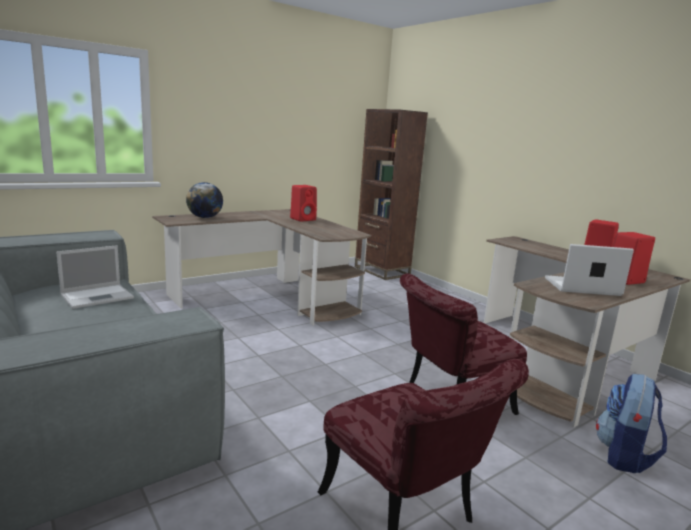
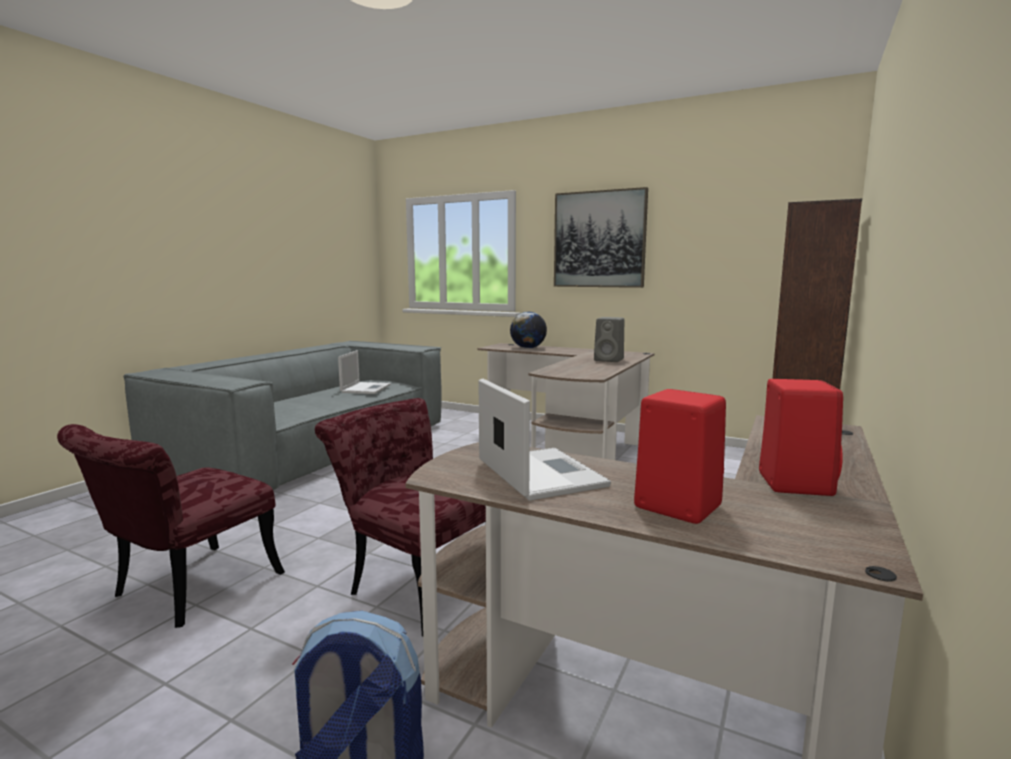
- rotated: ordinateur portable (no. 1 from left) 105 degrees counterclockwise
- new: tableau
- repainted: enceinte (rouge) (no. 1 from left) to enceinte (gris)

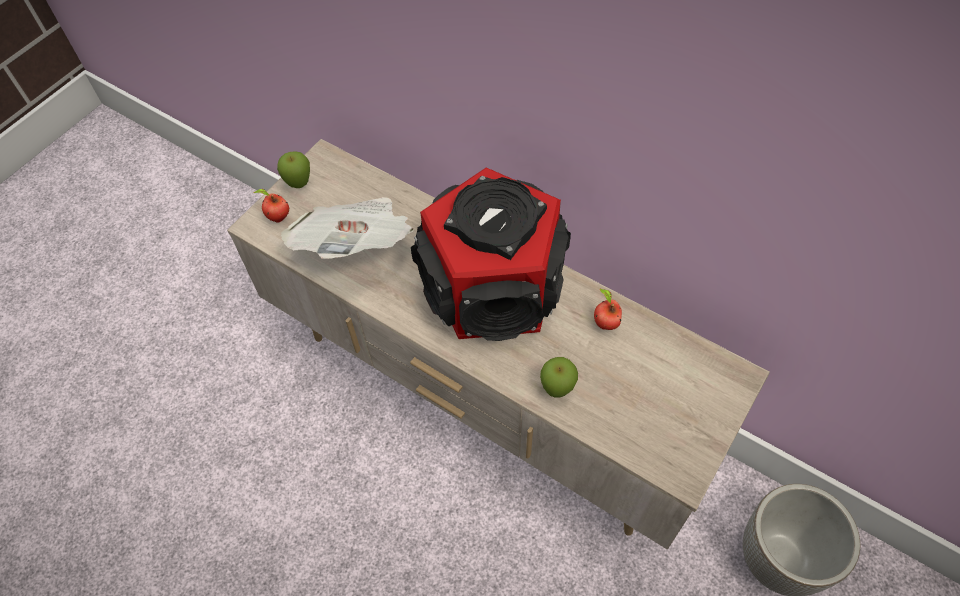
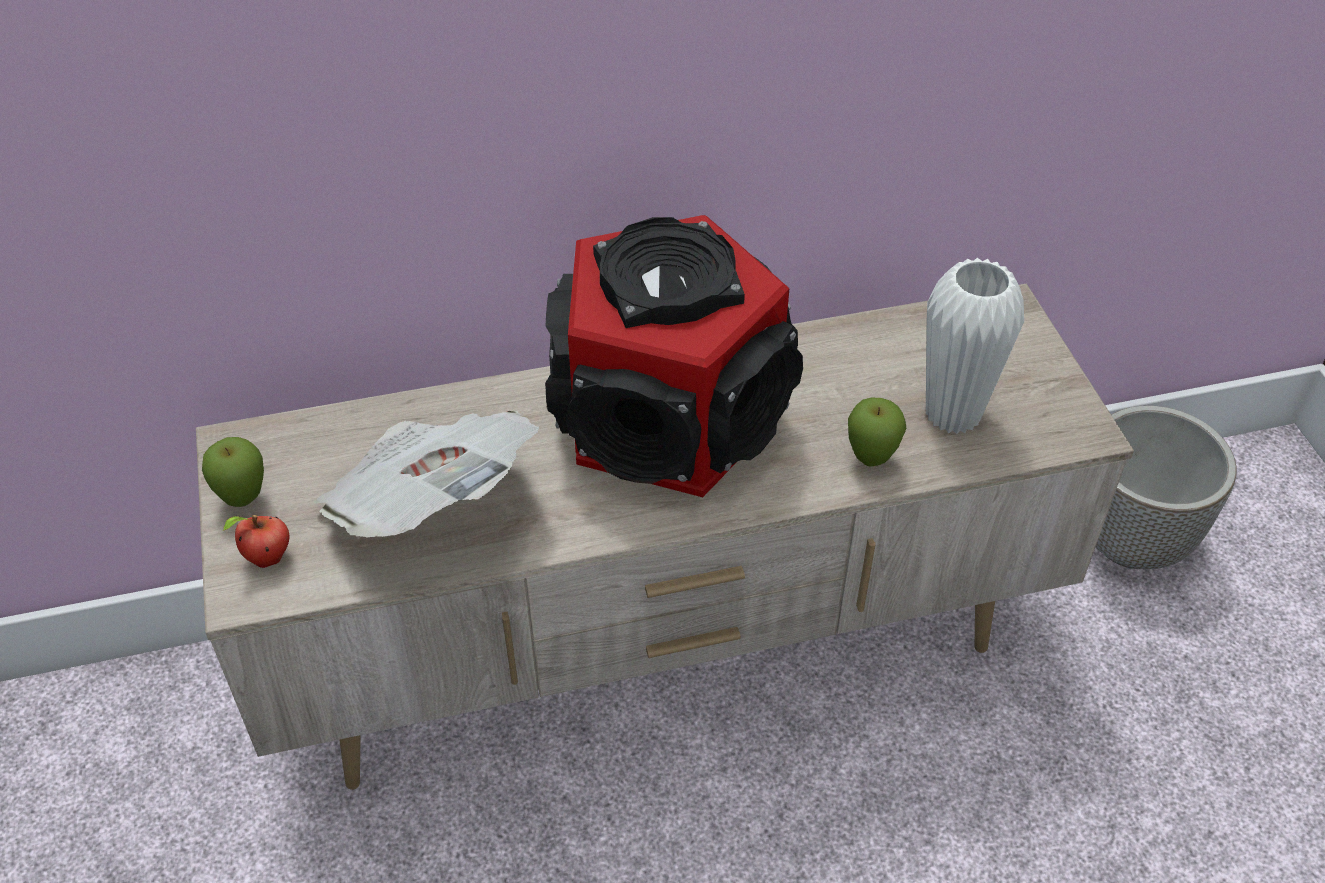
- new: vase (blanc)
- gone: pomme (no. 4 from left)

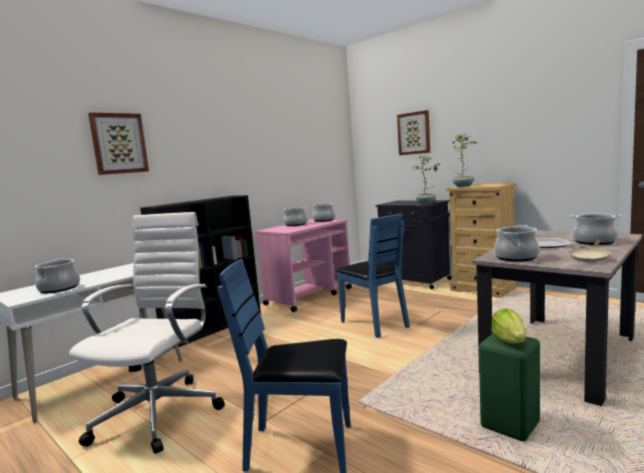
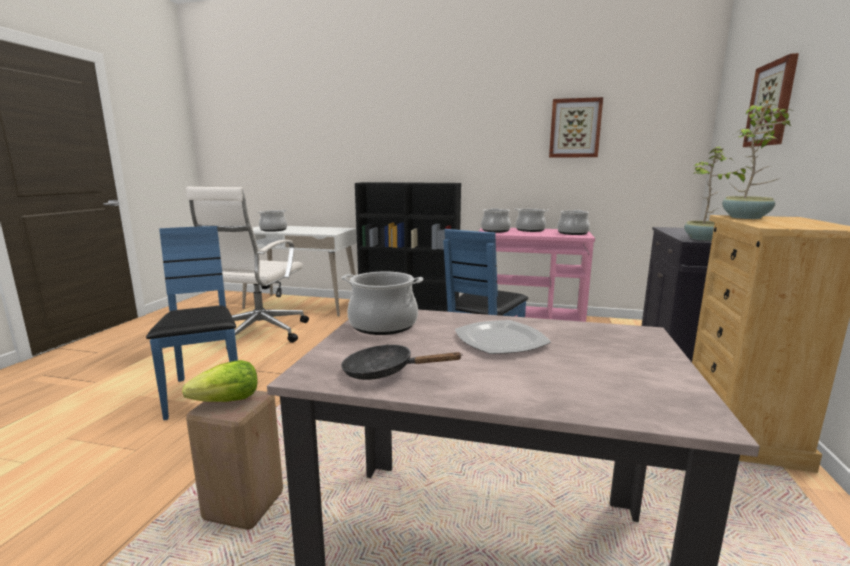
- rotated: chaise de bureau (blanc) 120 degrees clockwise
- repainted: tabouret (vert) to tabouret (beige)
- repainted: poêle (beige) to poêle (noir)
- shifted: marmite (no. 5 from left in the first image) to marmite (no. 3 from left)
- shifted: tableau (no. 1 from left)

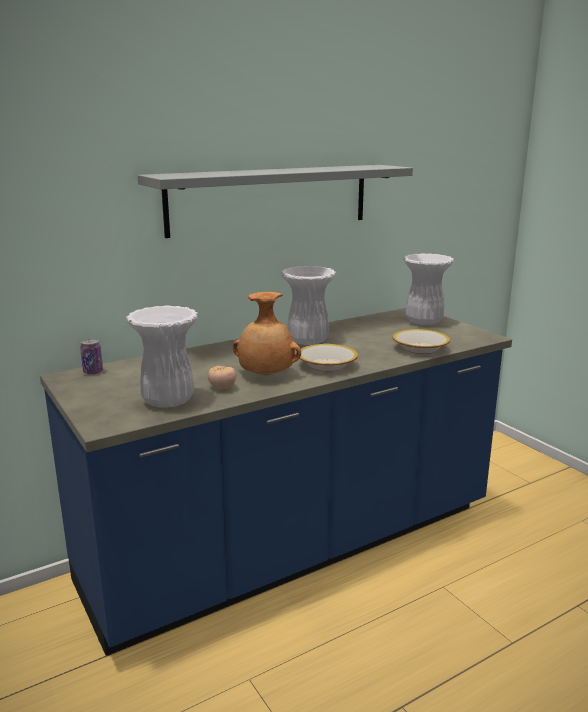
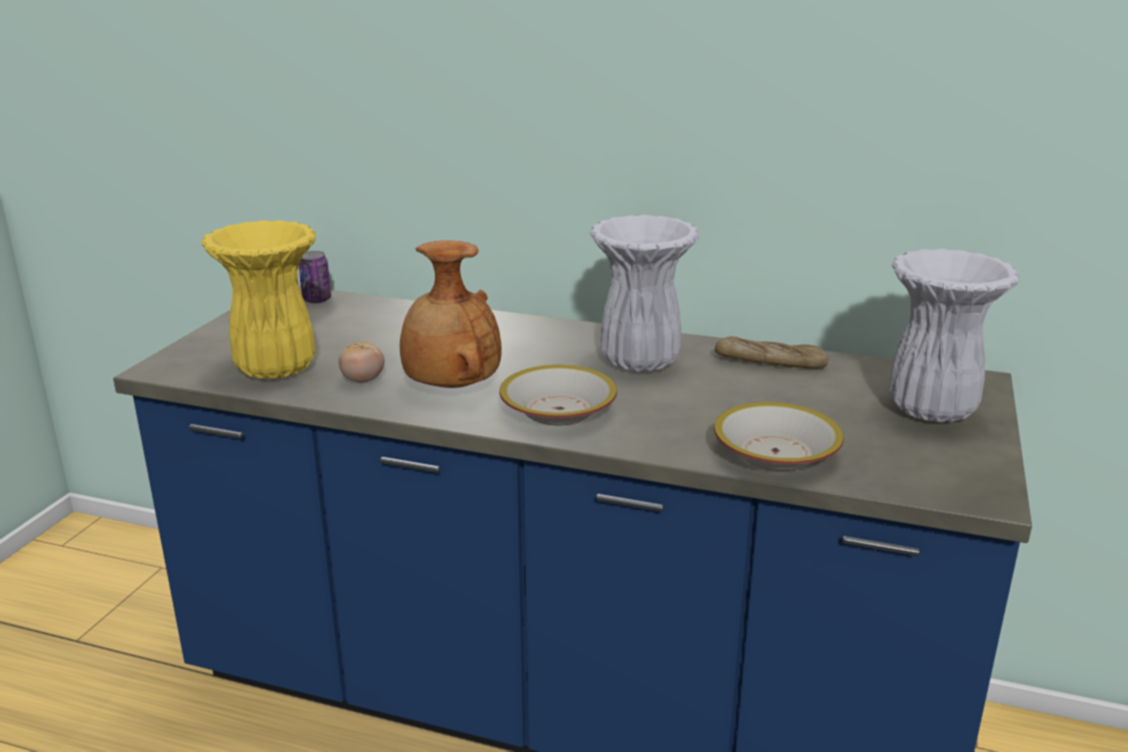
- repainted: vase (blanc) (no. 1 from left) to vase (jaune)
- new: pain
- gone: étagère (gris)

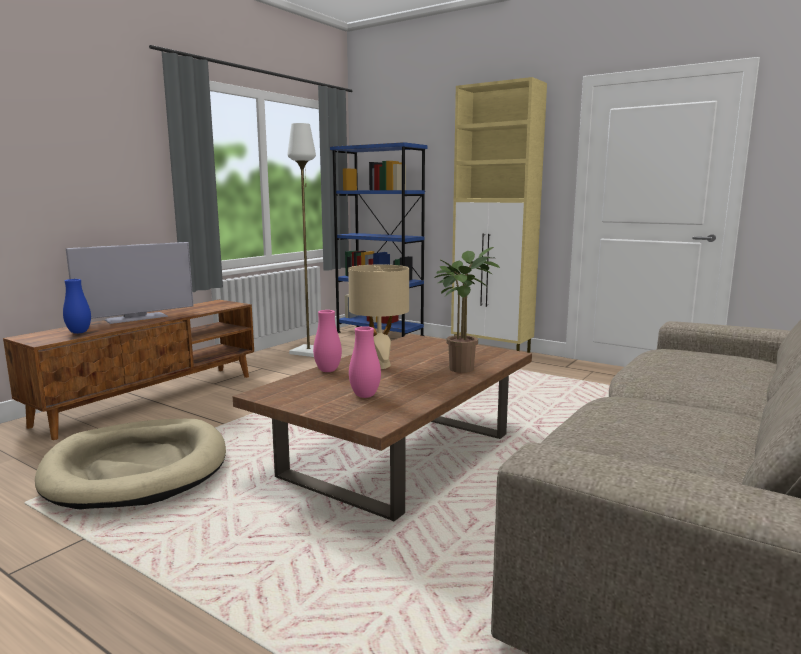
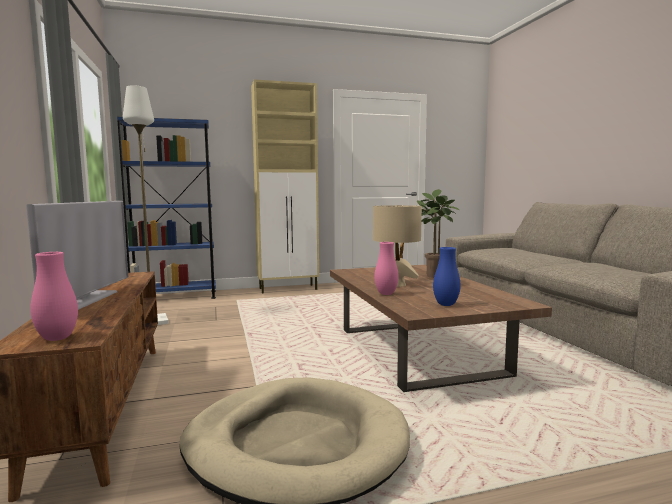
- shifted: vase (rose) (no. 2 from left in the first image) to vase (rose) (no. 1 from left)
- shifted: vase (bleu)

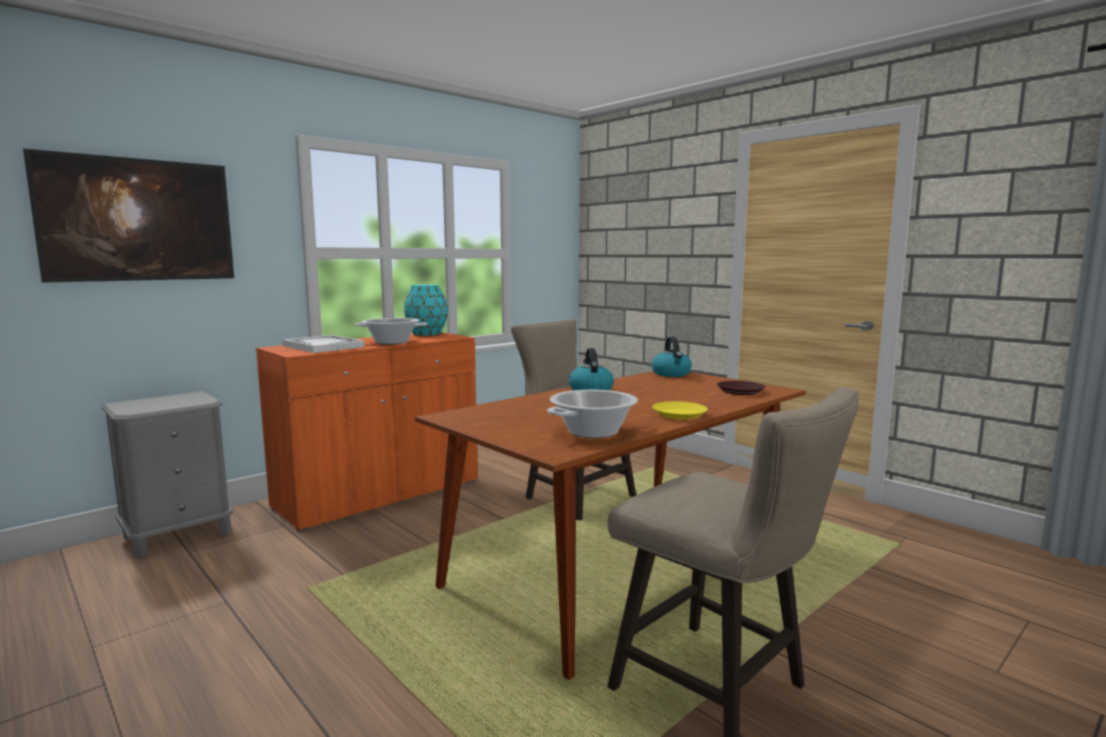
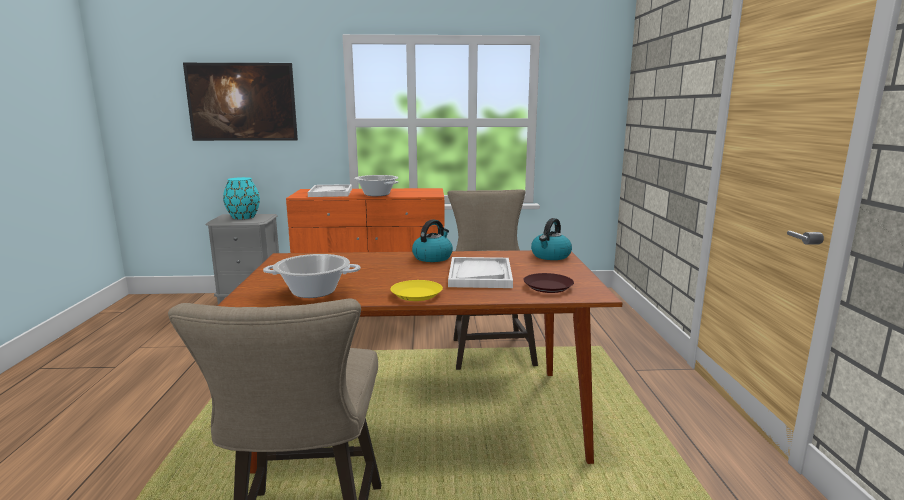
- shifted: vase (turquoise)
- new: plateau (blanc) (no. 2 from left)

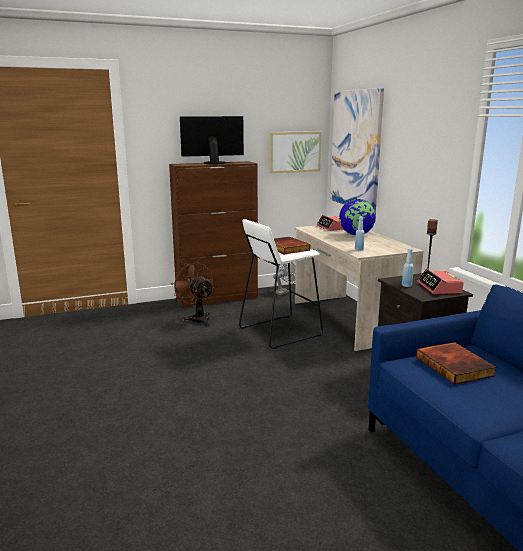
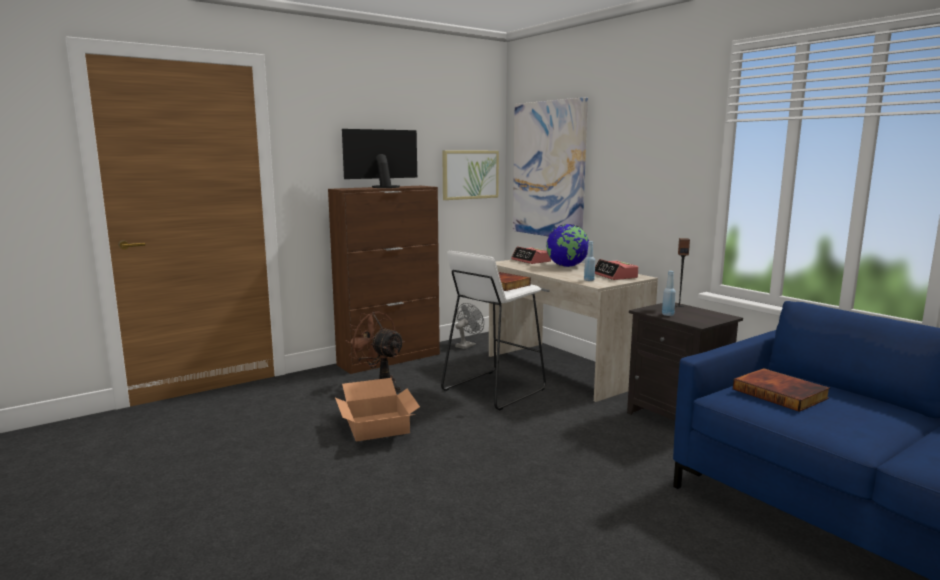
- new: carton
- shifted: réveil (no. 2 from left)

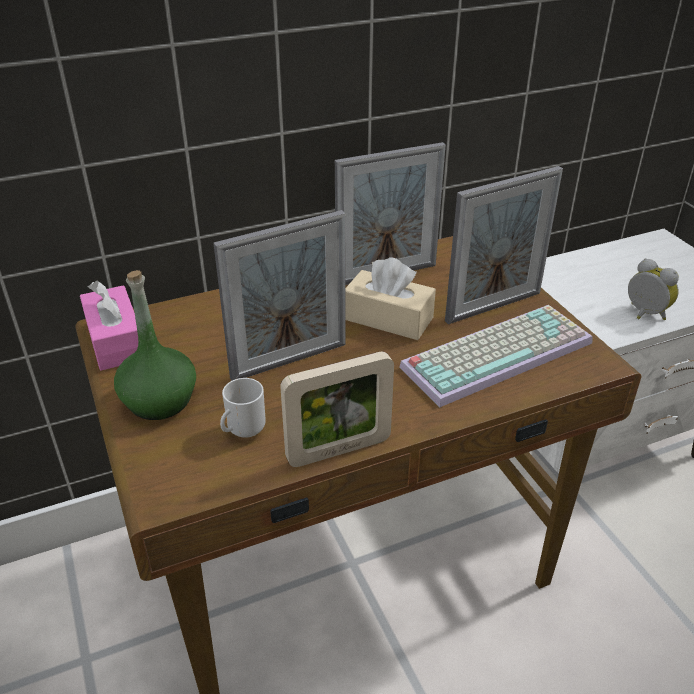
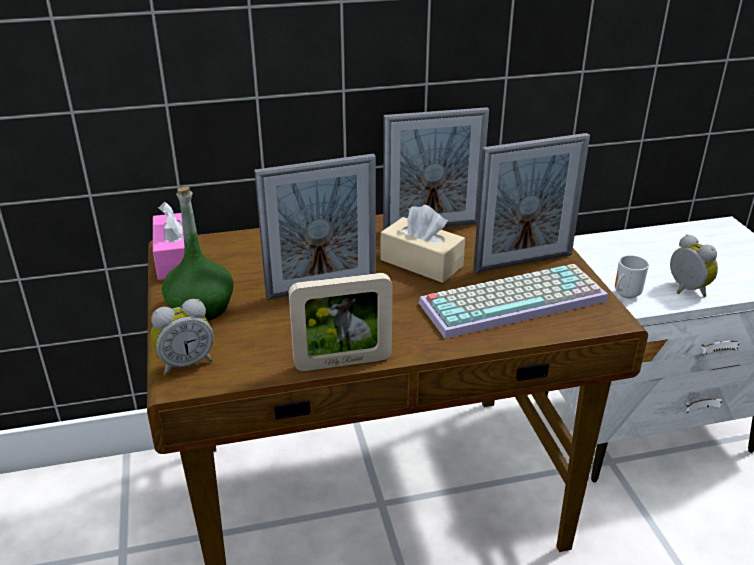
- new: réveil (no. 1 from left)
- shifted: mug

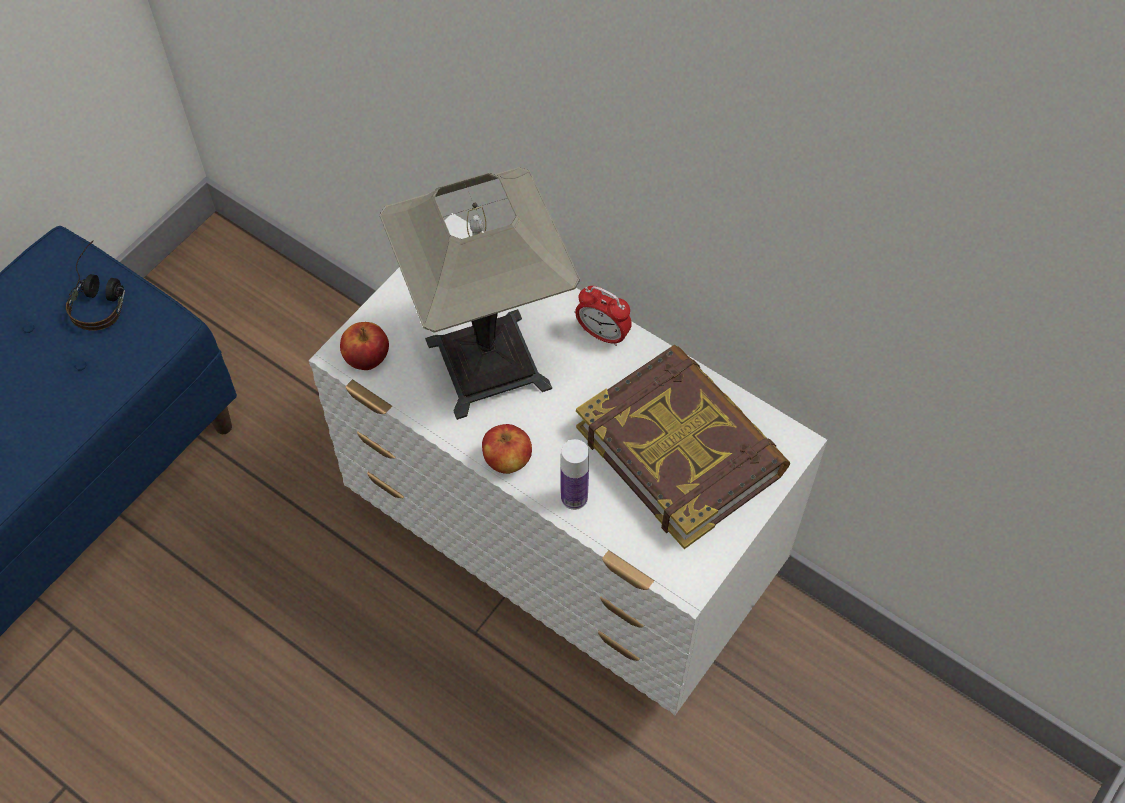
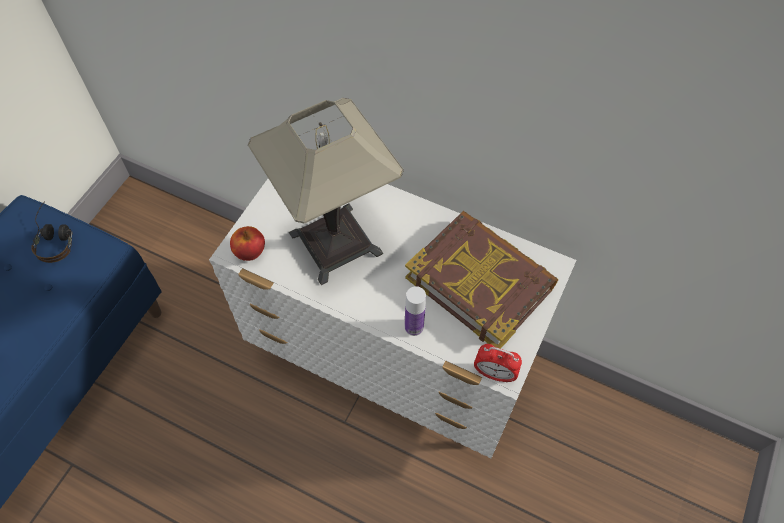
- shifted: réveil
- gone: pomme (no. 2 from left)

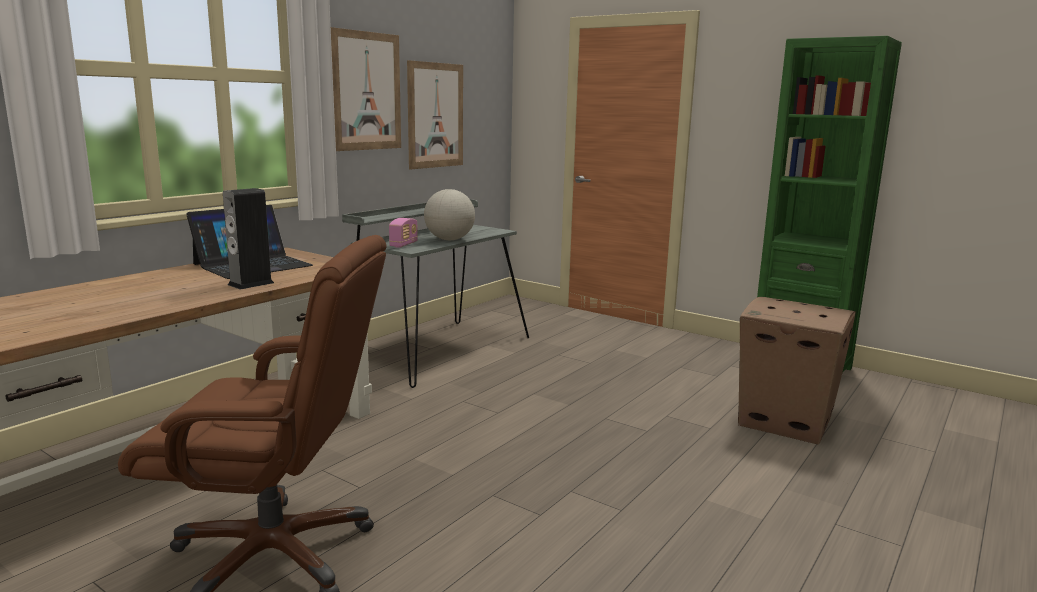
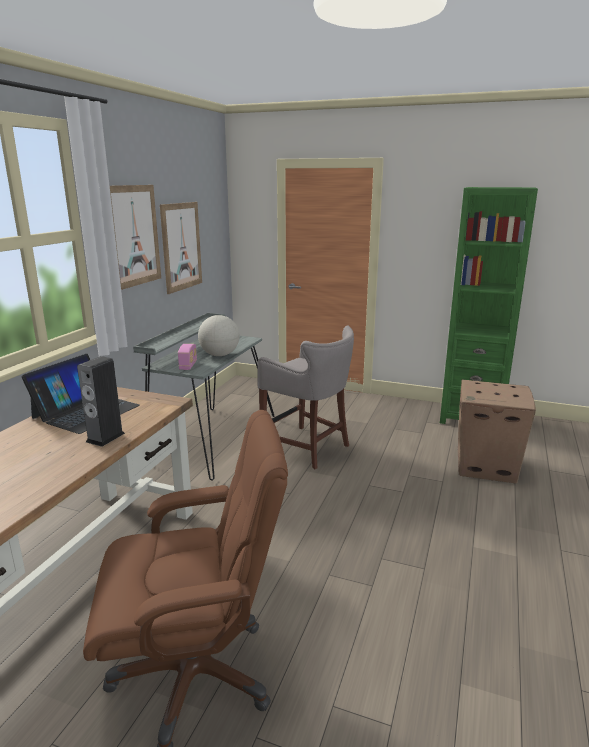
- new: tabouret (gris)

